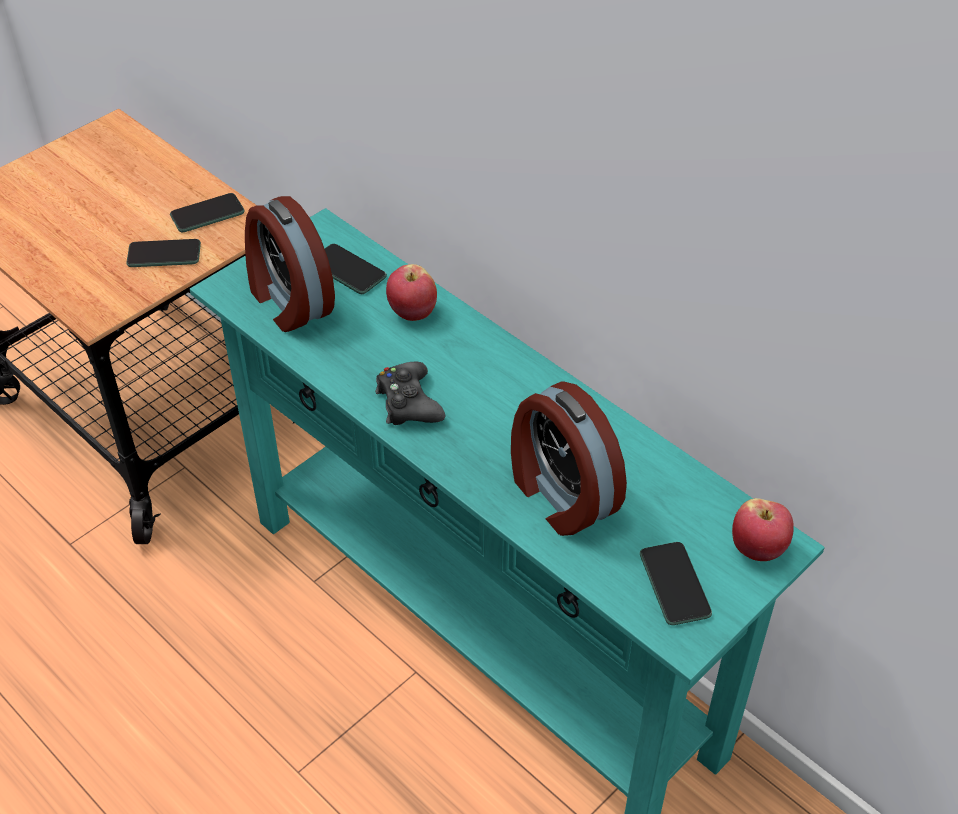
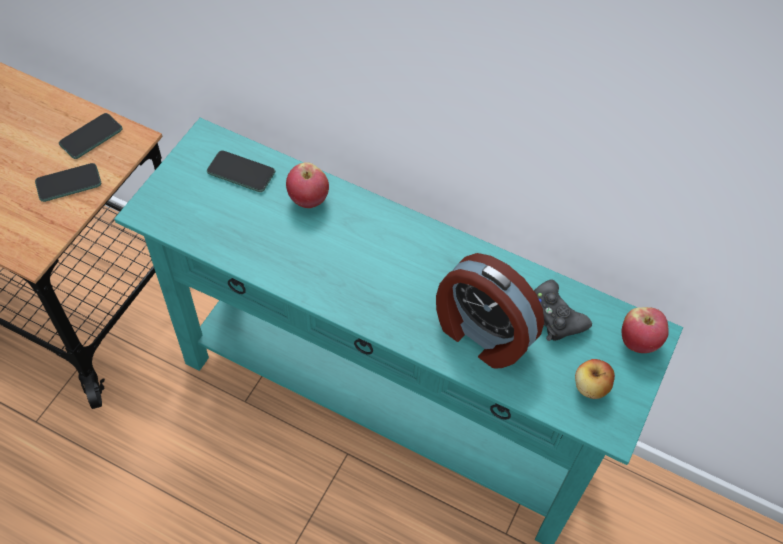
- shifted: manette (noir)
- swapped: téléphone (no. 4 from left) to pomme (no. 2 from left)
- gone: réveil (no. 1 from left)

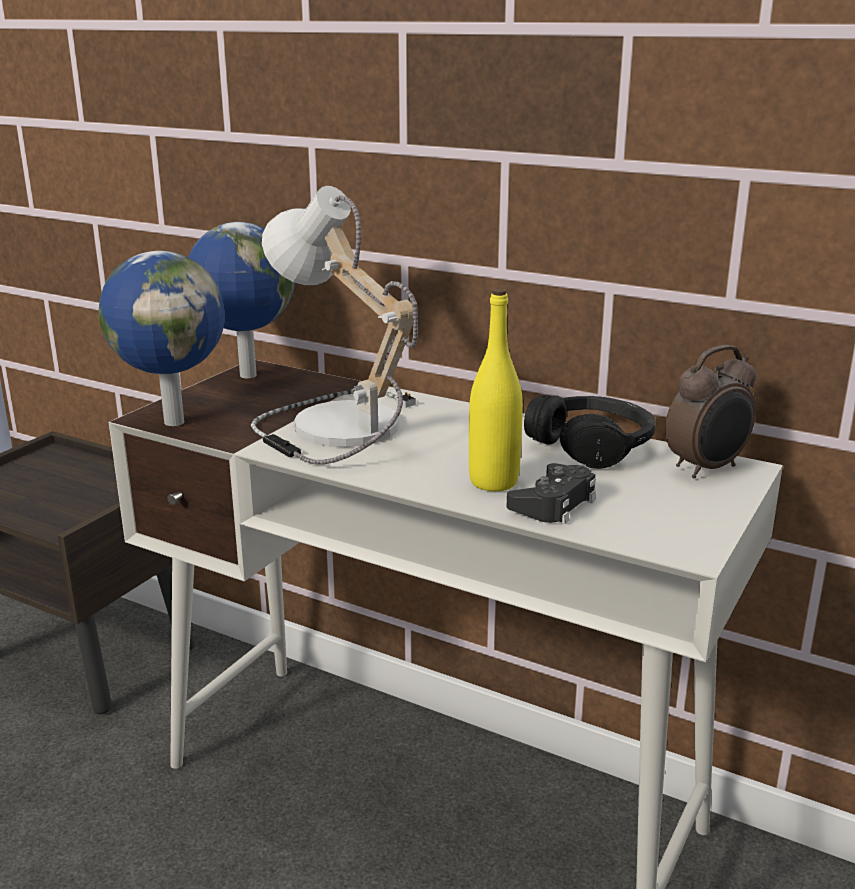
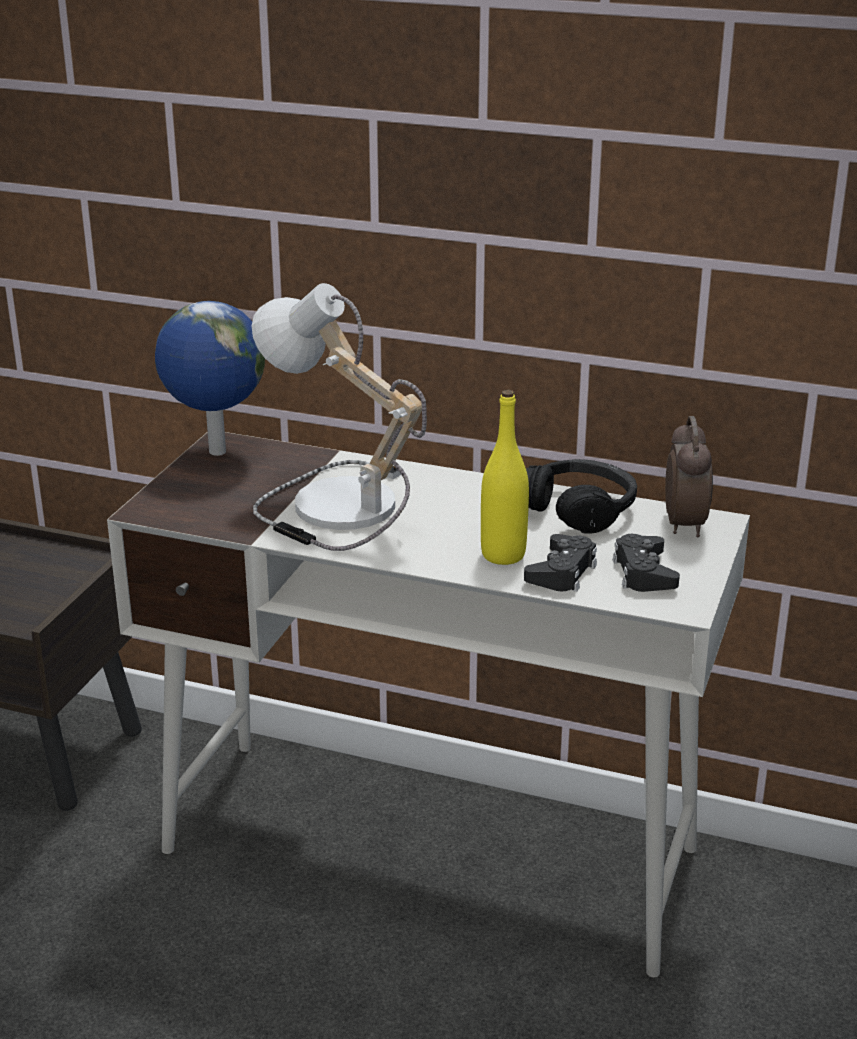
- new: manette (noir) (no. 2 from left)
- rotated: réveil 45 degrees counterclockwise
- gone: globe (no. 1 from left)

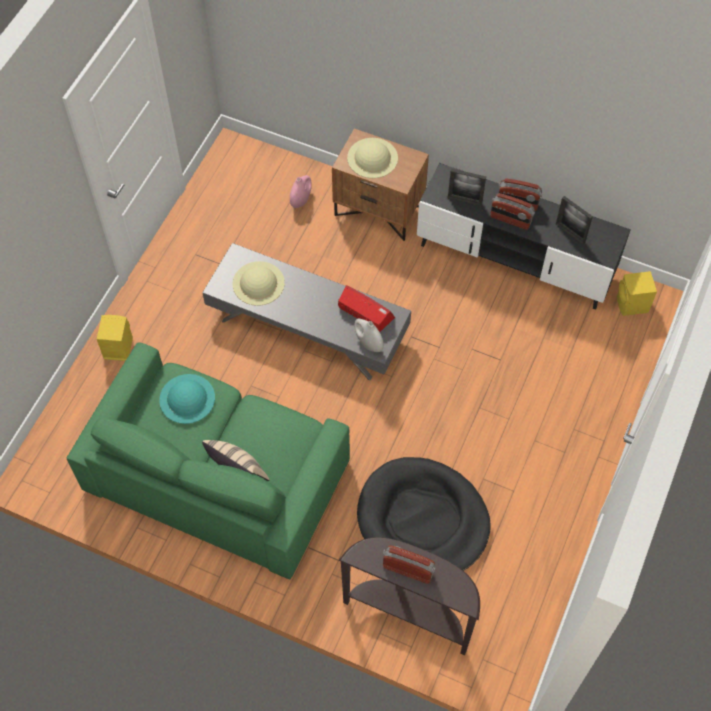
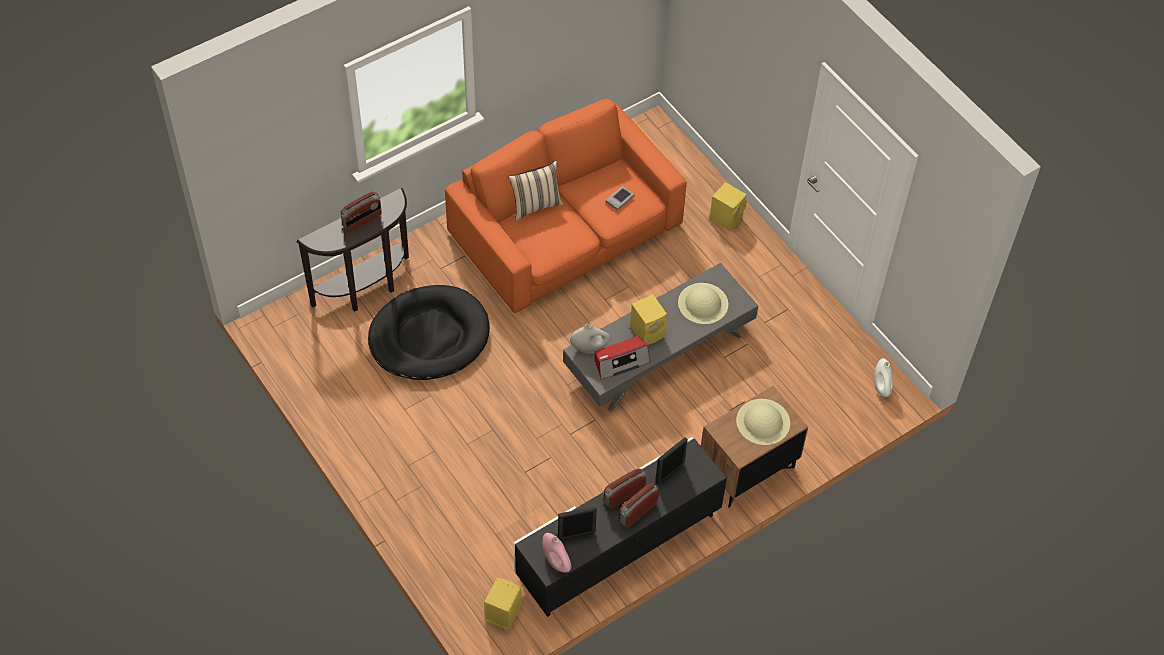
- repainted: canapé (vert) to canapé (orange)
- shifted: vase (rose)
- swapped: chapeau (turquoise) to livre
- new: enceinte (jaune) (no. 2 from left)
- new: vase (blanc) (no. 2 from left)

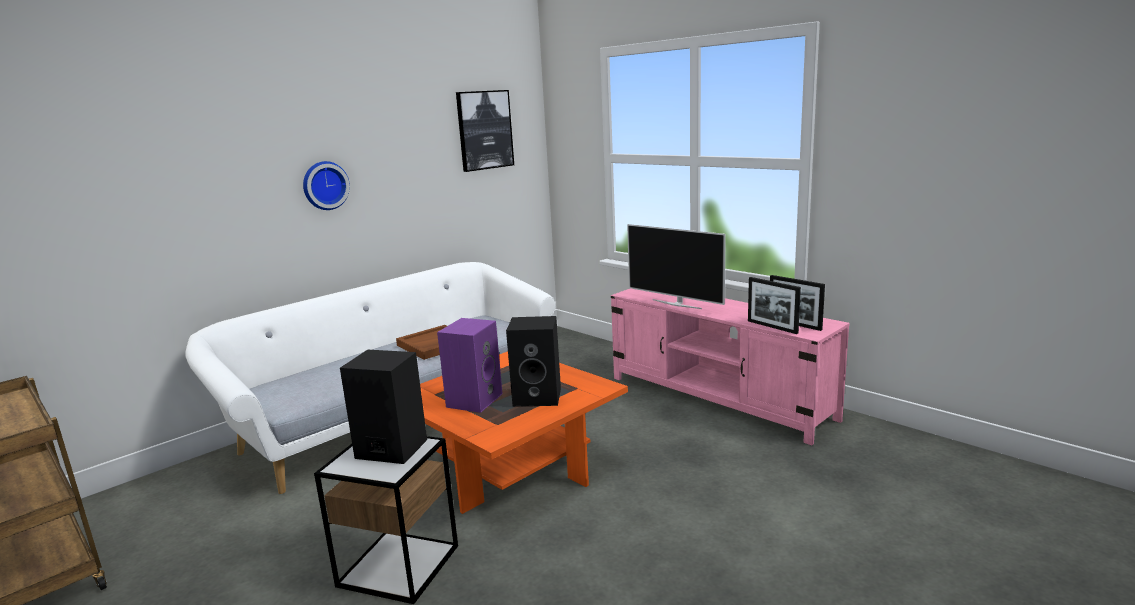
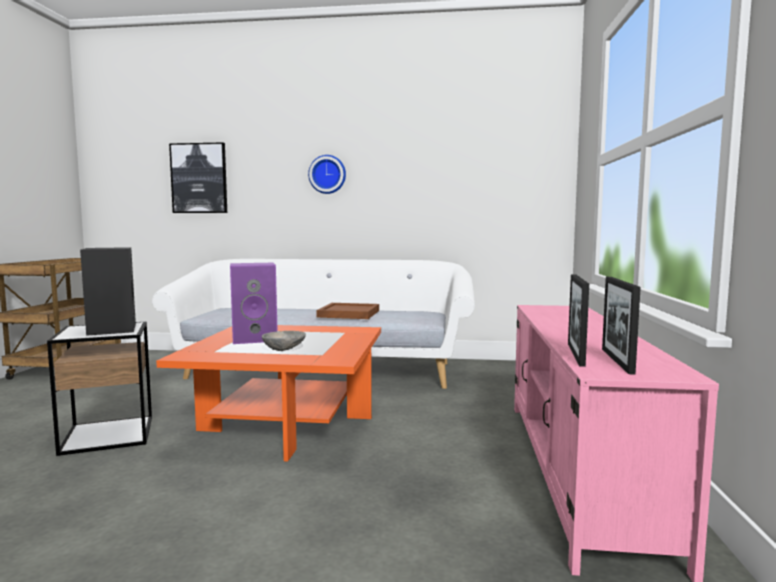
- shifted: tableau
- swapped: enceinte (noir) (no. 2 from left) to bol (gris)
- gone: téléviseur

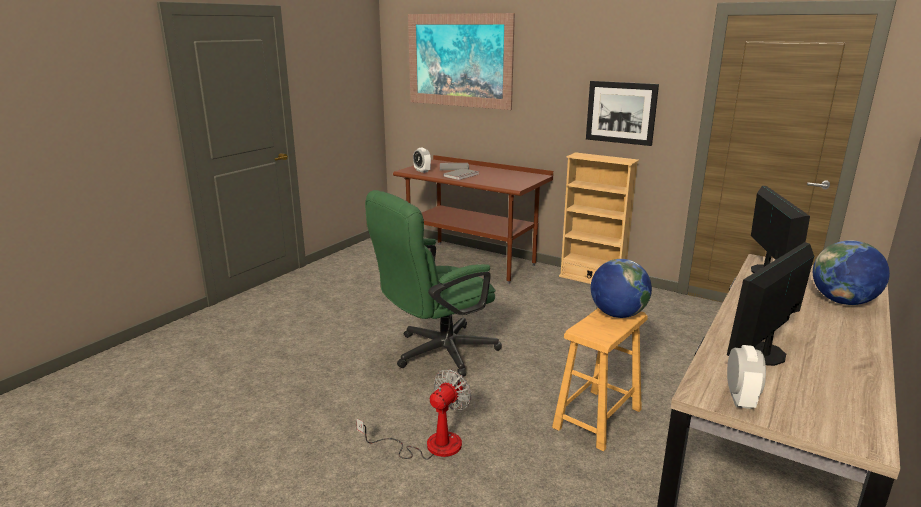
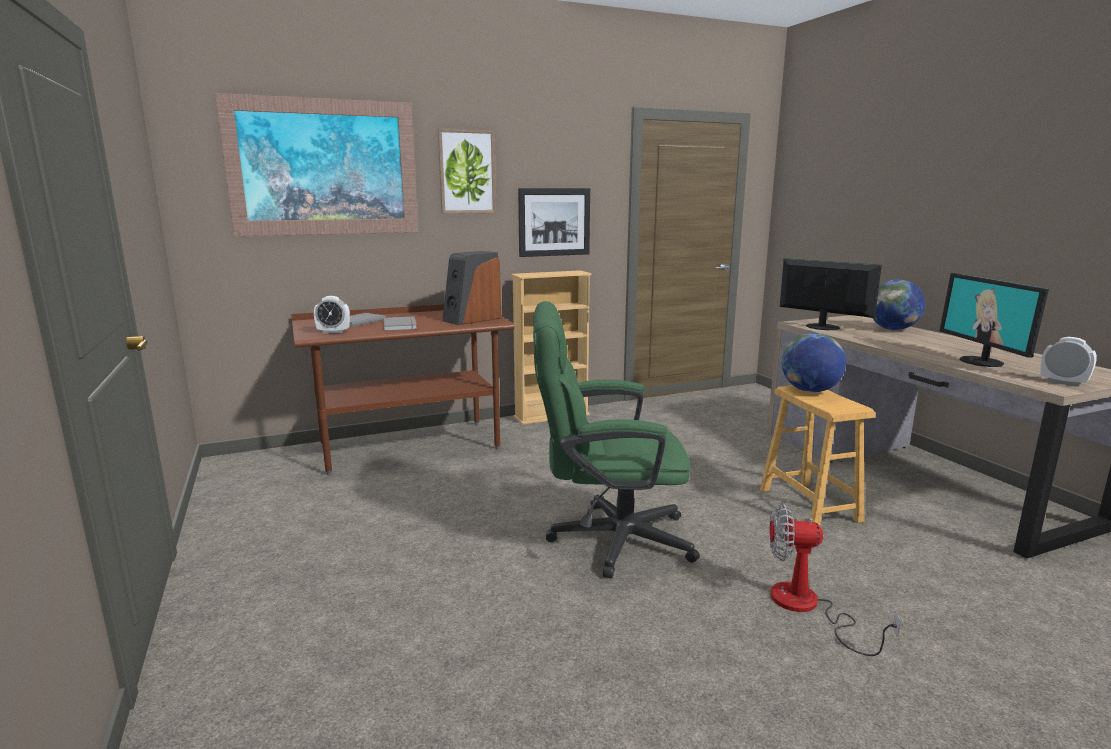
- new: tableau (no. 2 from left)
- new: enceinte
- rotated: chaise de bureau (vert) 90 degrees clockwise
- rotated: ventilateur 60 degrees counterclockwise

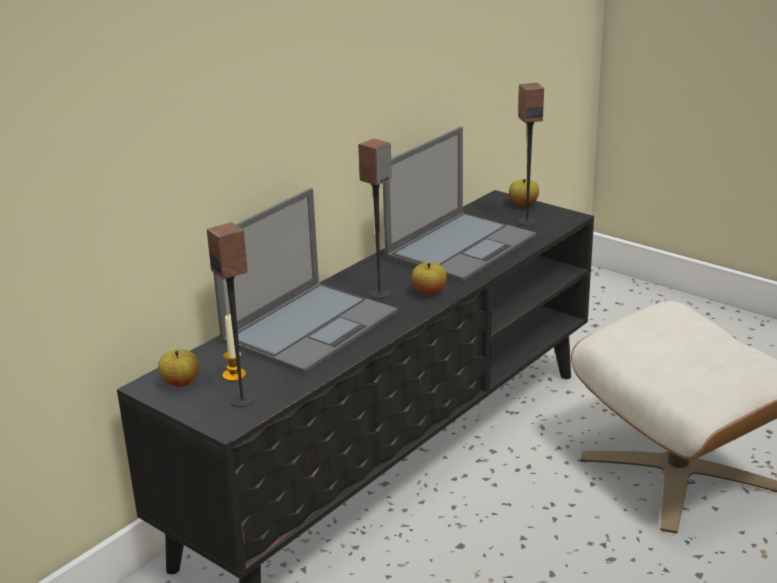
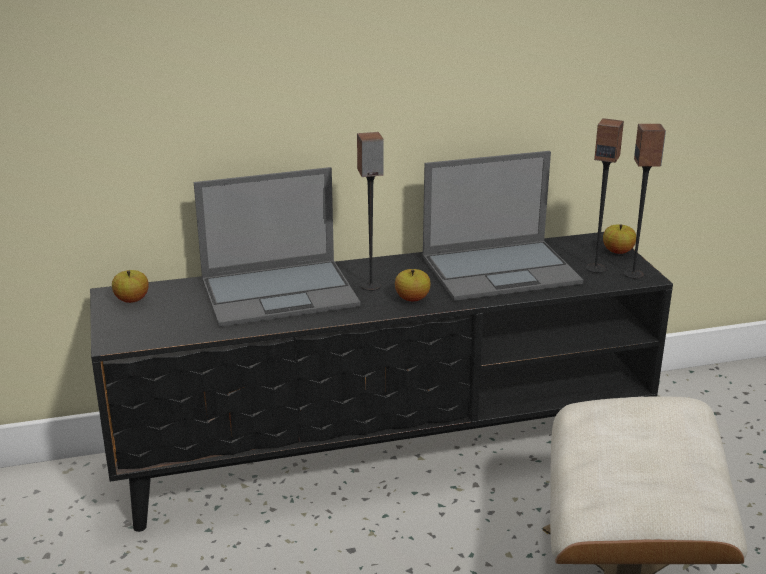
- shifted: enceinte (no. 1 from left in the first image) to enceinte (no. 3 from left)
- gone: bougie

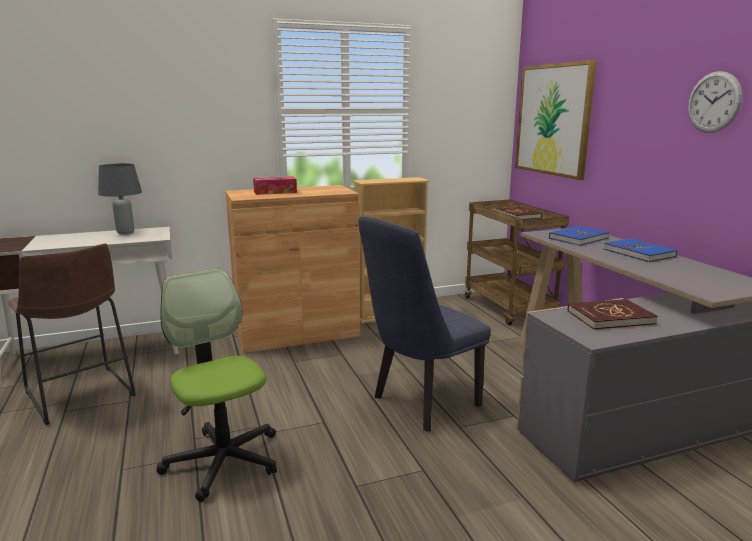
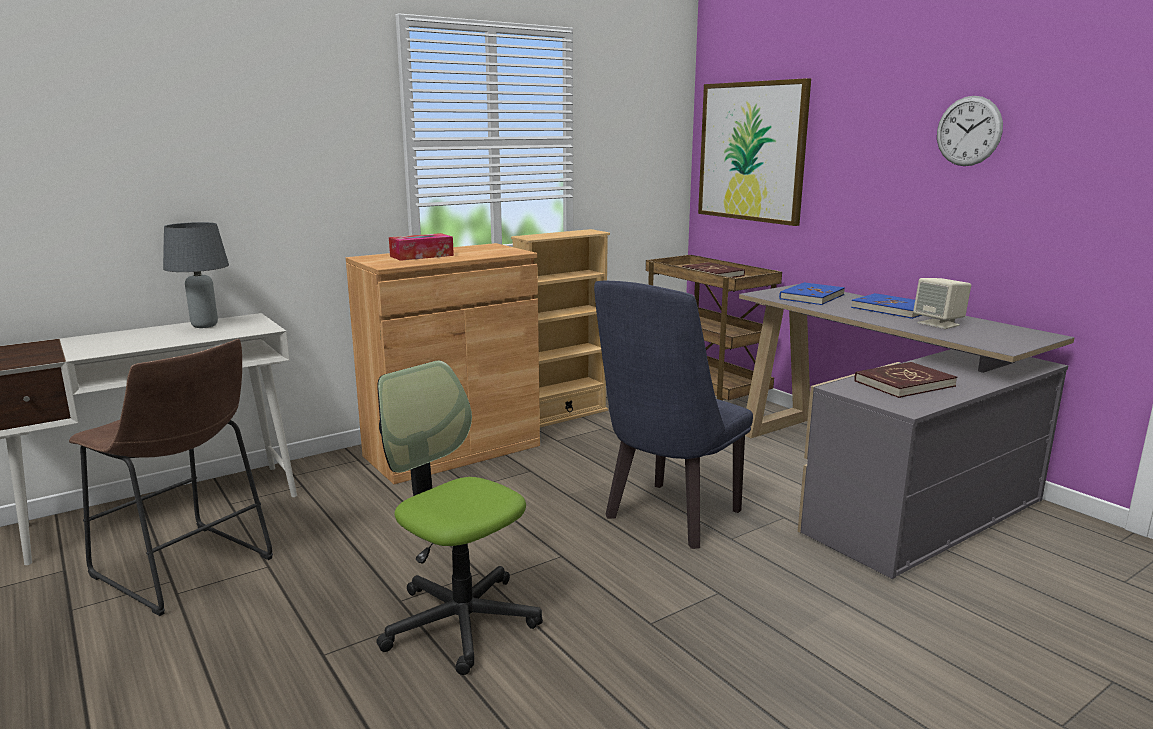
- new: enceinte (beige)

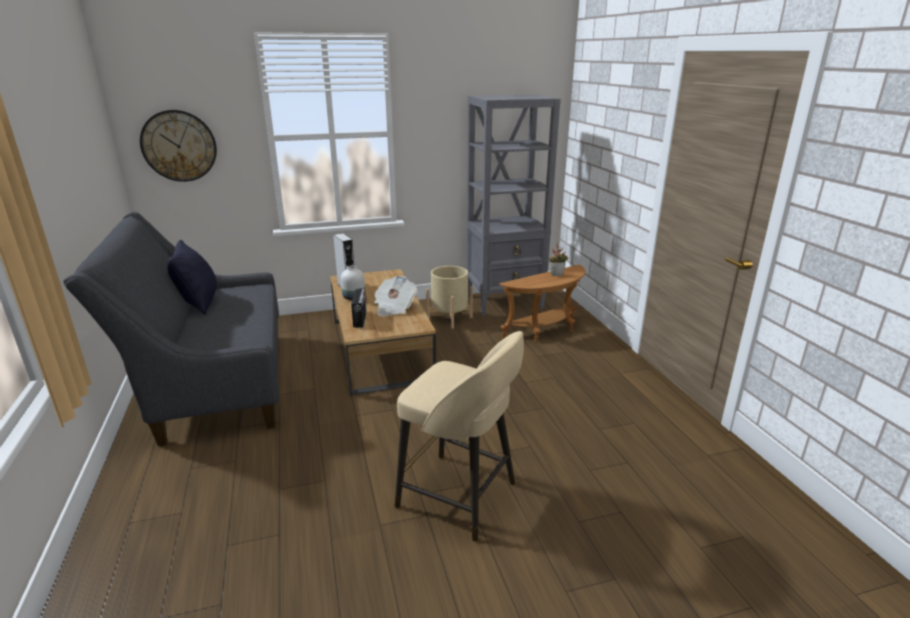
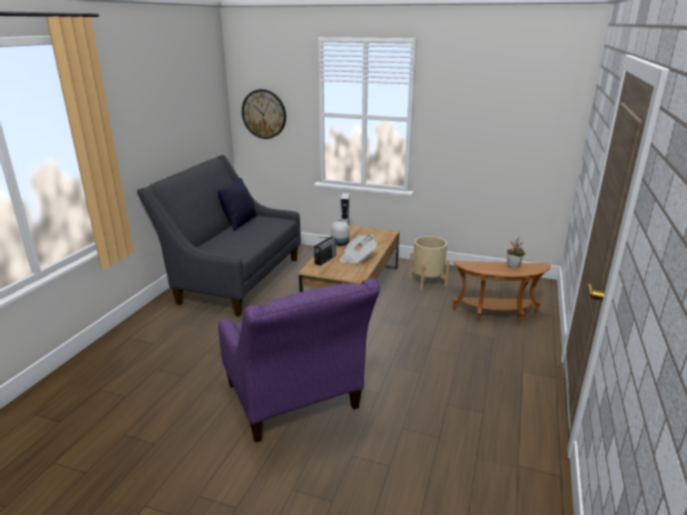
- swapped: tabouret (beige) to fauteuil (violet)
- gone: bibliothèque (gris)

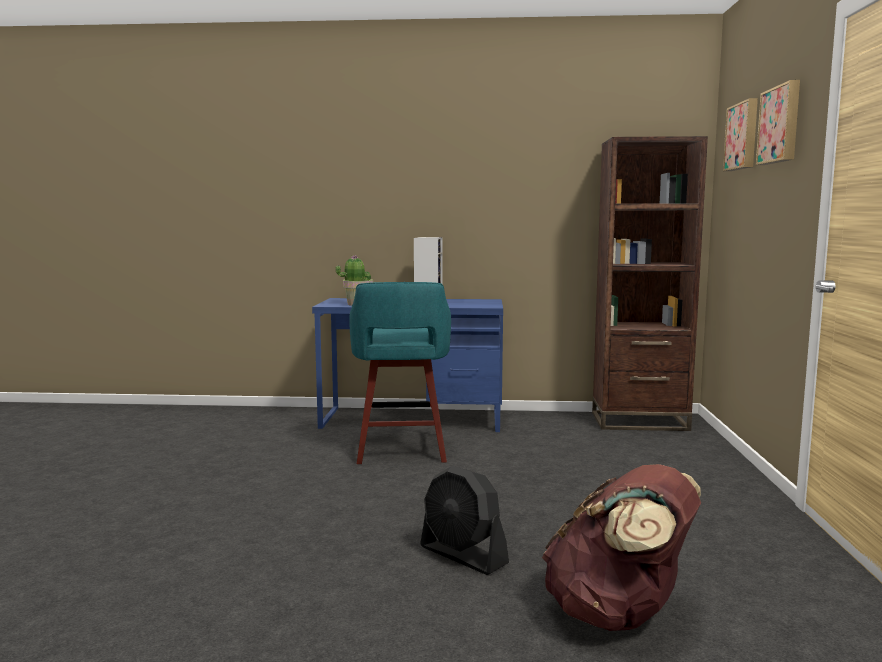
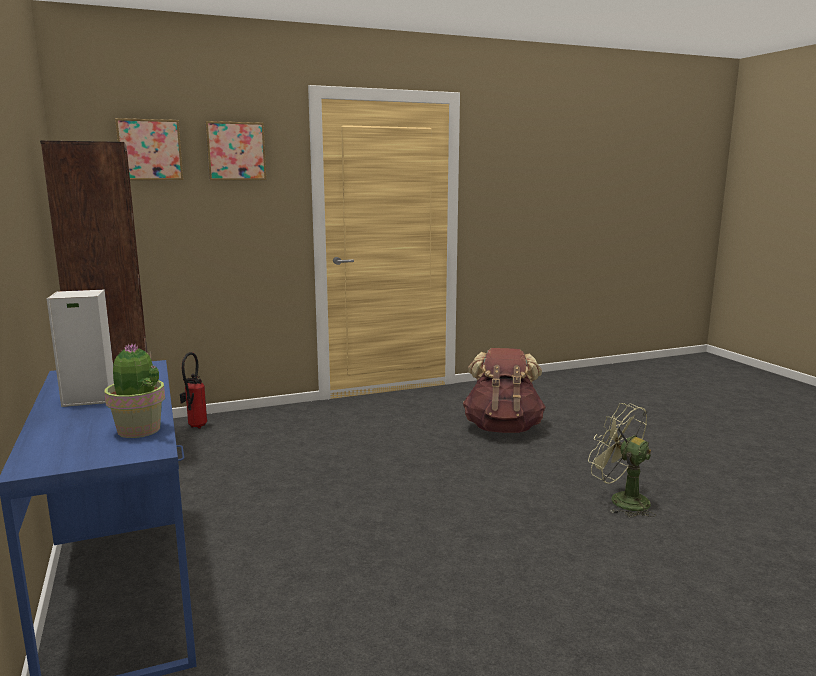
- new: extincteur
- new: ventilateur (vert)
- gone: tabouret (turquoise)
- gone: ventilateur (noir)

